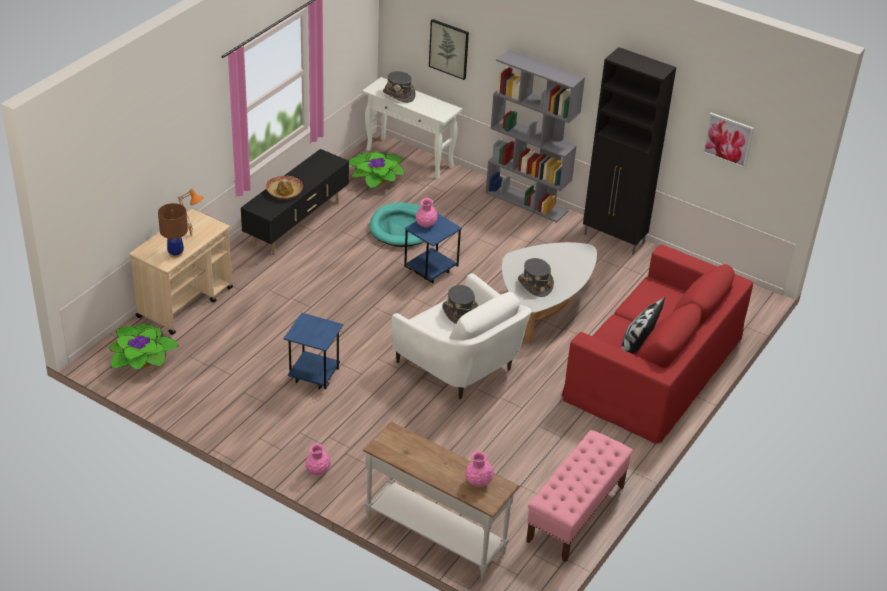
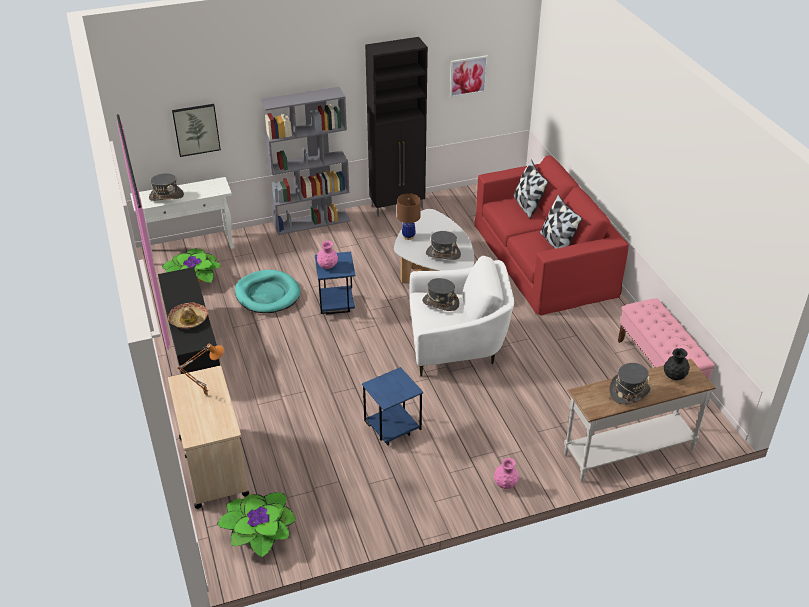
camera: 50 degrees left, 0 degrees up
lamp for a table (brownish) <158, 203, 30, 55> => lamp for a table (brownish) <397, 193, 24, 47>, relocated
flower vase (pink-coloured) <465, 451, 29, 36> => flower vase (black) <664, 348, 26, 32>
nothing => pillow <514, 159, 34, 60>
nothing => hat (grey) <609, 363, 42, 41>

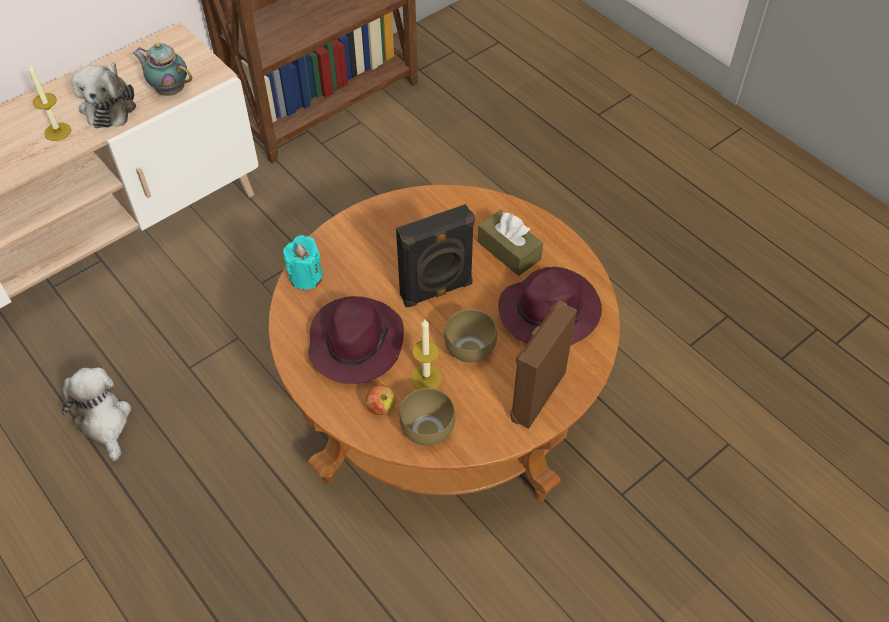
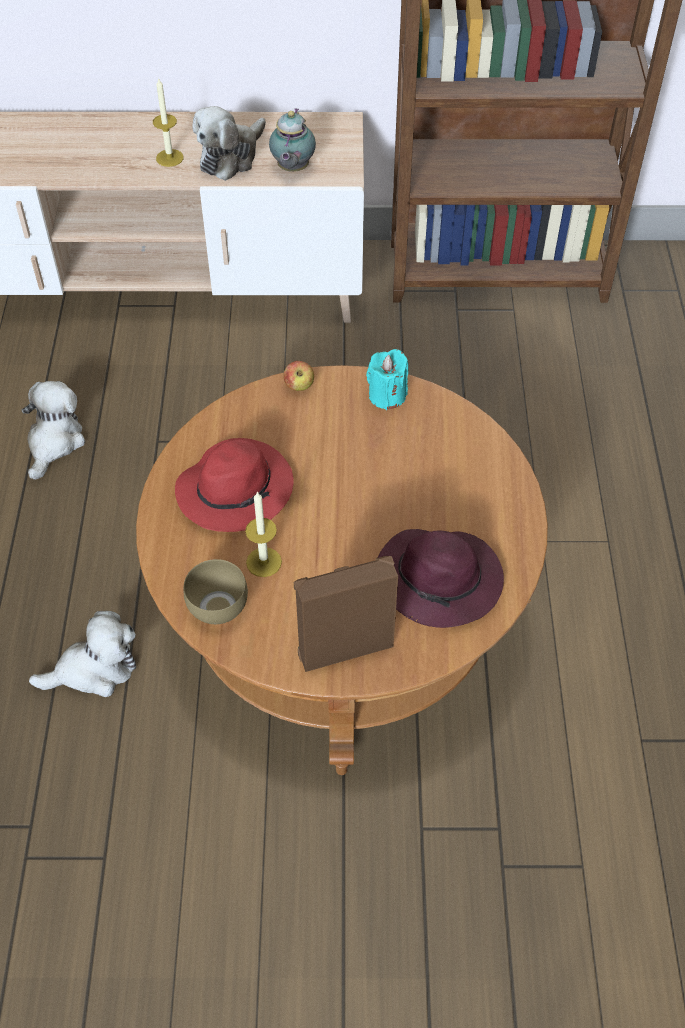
camera: 40 degrees right, 0 degrees up
pot for tea <133, 42, 59, 54> => pot for tea <269, 109, 47, 63>, 150 degrees counterclockwise
wax candle (blue-green) <283, 235, 40, 55> => wax candle (blue-green) <366, 349, 42, 61>, relocated
hat (purple-coloured) <308, 296, 96, 88> => hat (reddish) <175, 438, 119, 94>
apple <365, 385, 31, 30> => apple <283, 361, 31, 30>, relocated
speaker (black) <396, 204, 79, 104> => nothing
deep dish (brownish) <444, 309, 53, 54> => nothing
box of tissues (brownish) <478, 210, 65, 66> => nothing
nothing => soft toy <29, 611, 107, 86>

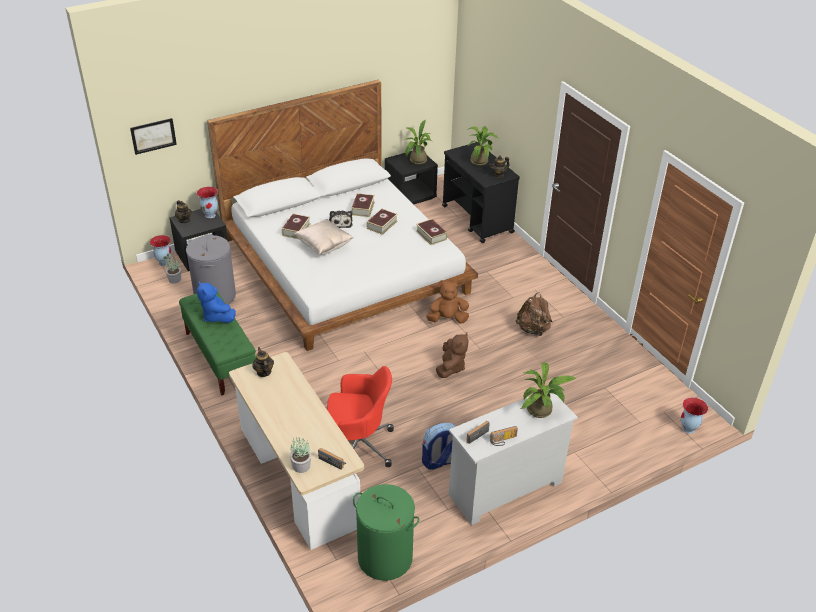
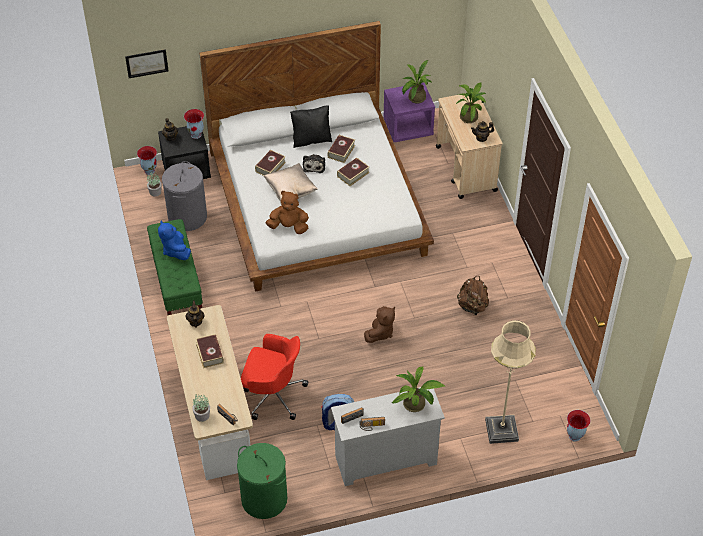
camera: 15 degrees right, 10 degrees up
nightstand (black) <385, 151, 53, 53> => nightstand (purple-coloured) <383, 82, 52, 60>
book <416, 219, 31, 26> => book <195, 334, 29, 34>, relocated
soft toy (brownish) <426, 280, 43, 44> => soft toy (brownish) <266, 191, 43, 43>, relocated
cart (black) <442, 142, 78, 101> => cart (sand-coloured) <436, 93, 67, 106>
nothing => pillow (black) <290, 105, 42, 43>
nothing => standing lamp (sand-coloured) <485, 320, 51, 124>

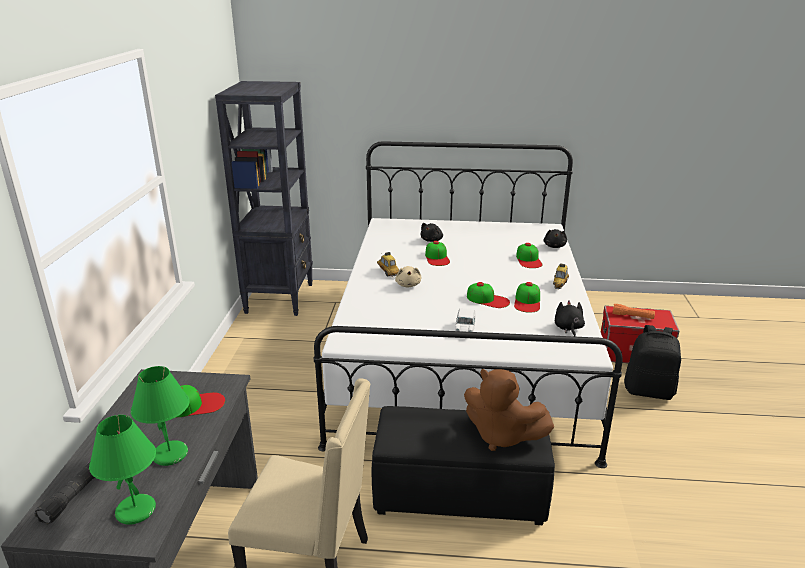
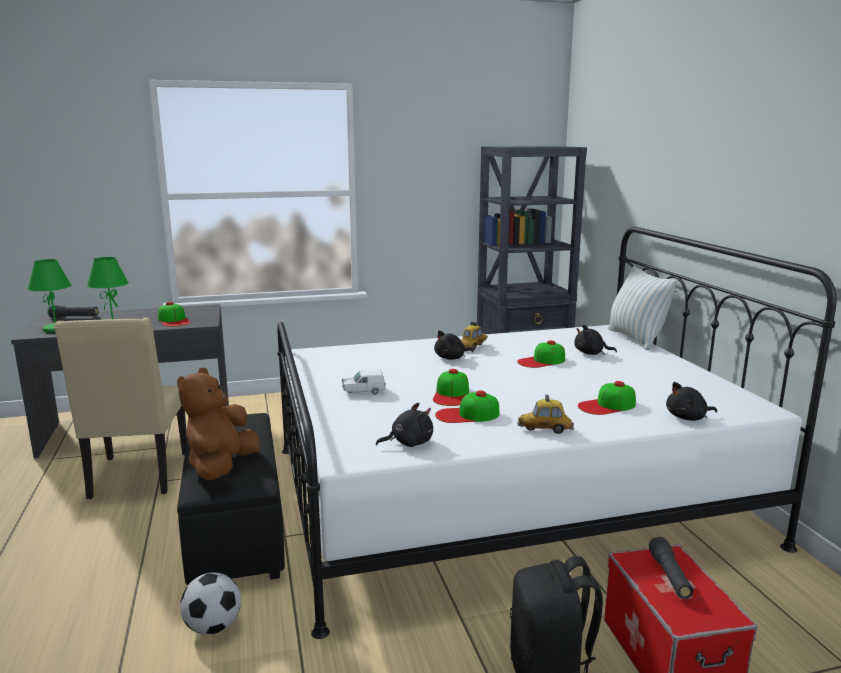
camera: 70 degrees right, 10 degrees down
soft toy (sand-coloured) <395, 266, 27, 22> => soft toy (black) <434, 331, 39, 29>
torch (orangey) <613, 304, 42, 15> => torch (black) <649, 537, 45, 62>
nothing => football ball <180, 572, 61, 63>
nothing => pillow <608, 266, 69, 84>

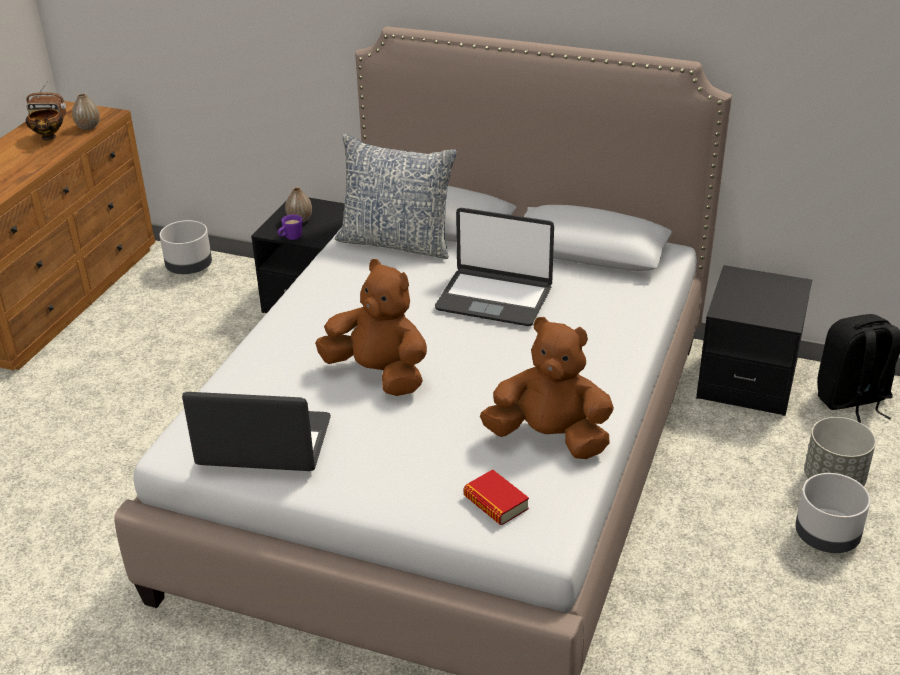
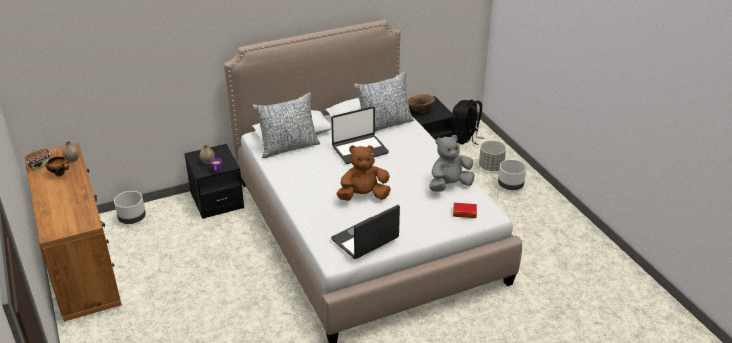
camera: 45 degrees left, 0 degrees up
soft toy (brownish) <480, 317, 134, 142> => soft toy (grey) <430, 135, 44, 57>
nothing => pillow <354, 71, 60, 61>
nothing => flower vase (brownish) <408, 94, 27, 20>

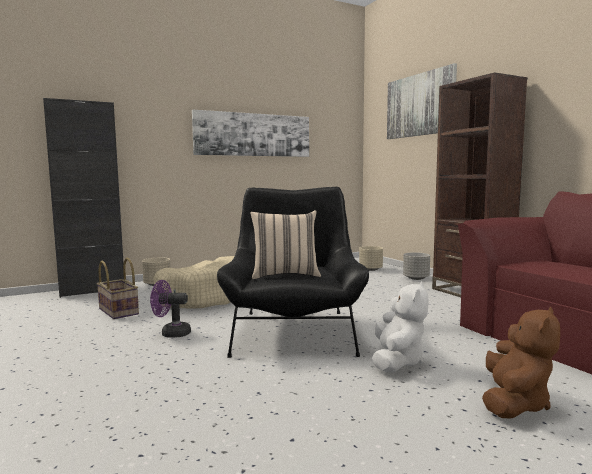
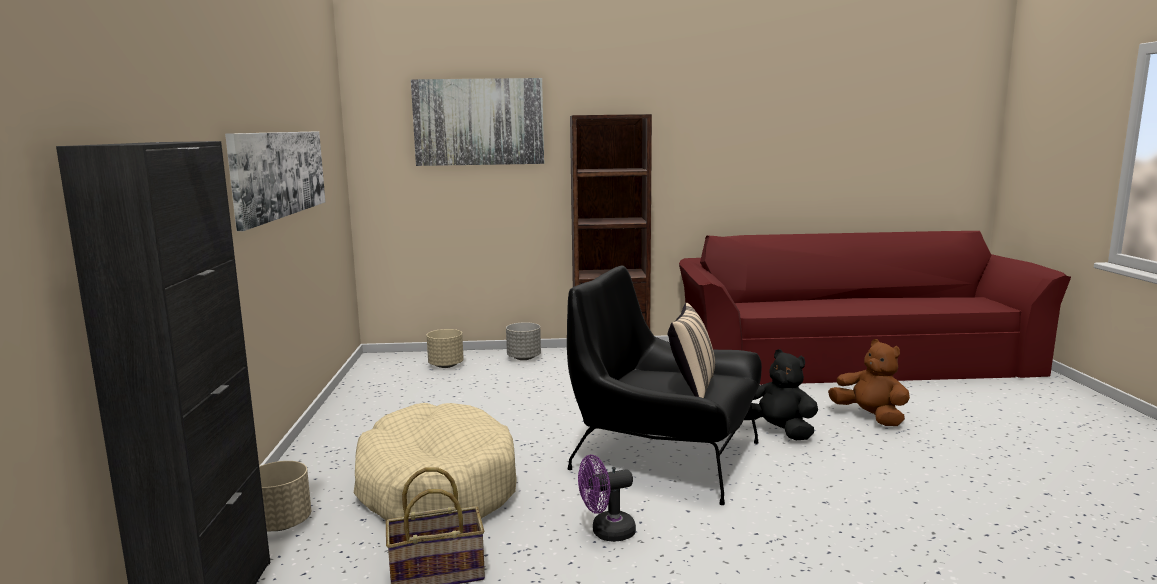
camera: 65 degrees left, 5 degrees up
cooling fan (purple-coloured) <150, 280, 41, 58> => cooling fan (purple-coloured) <578, 455, 58, 87>, 45 degrees clockwise
soft toy (whitish) <372, 281, 56, 92> => soft toy (black) <744, 349, 74, 91>

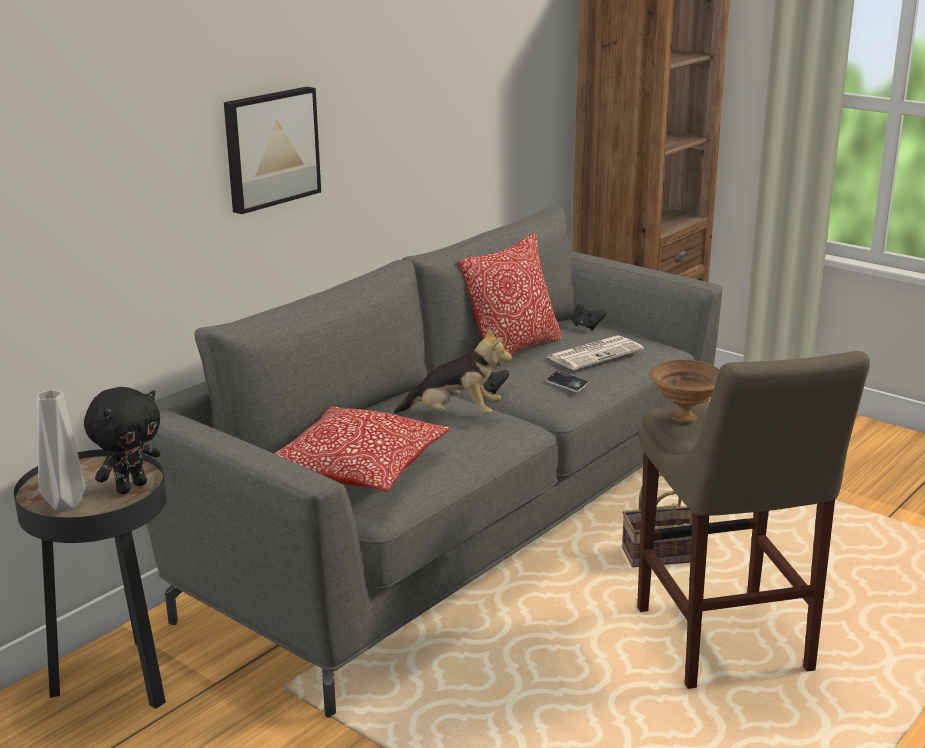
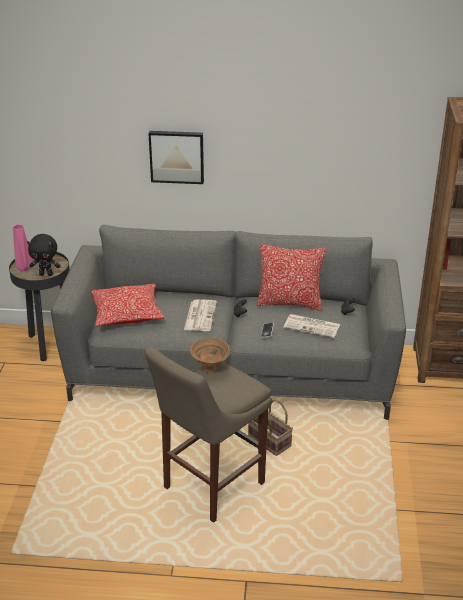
camera: 55 degrees right, 10 degrees up
flower vase (grey) <36, 390, 49, 120> => flower vase (pink-coloured) <13, 225, 20, 47>
soft toy <394, 327, 118, 87> => printed paper <184, 299, 33, 32>

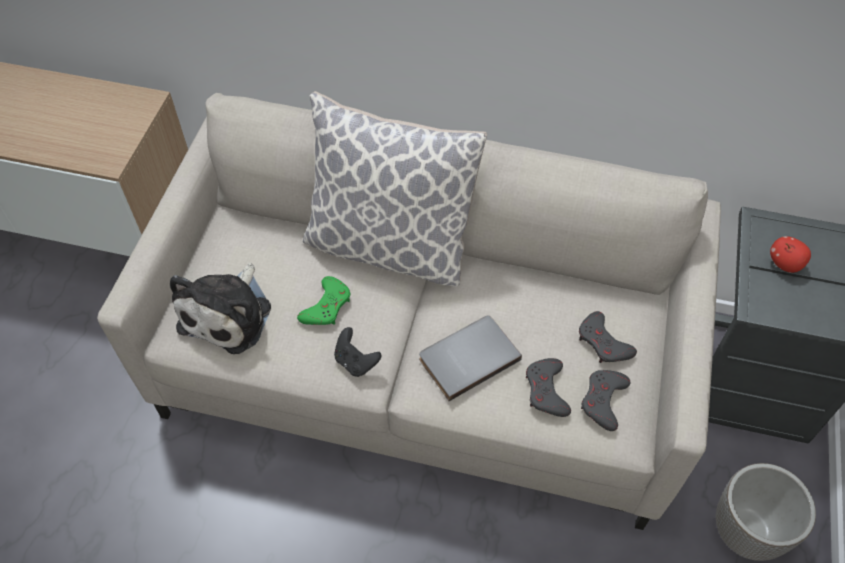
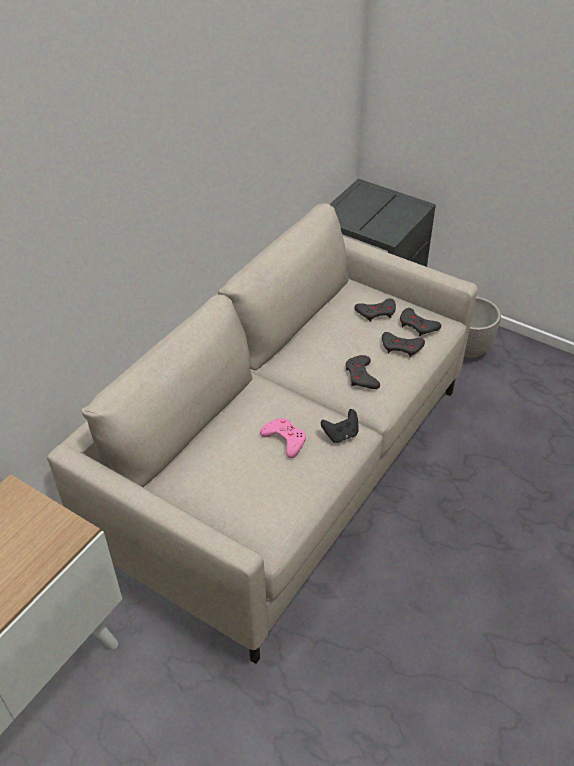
camera: 70 degrees left, 10 degrees down
soft toy <170, 263, 101, 91> => nothing
gamepad (green-coloured) <297, 276, 53, 49> => gamepad (pink-coloured) <260, 418, 46, 40>
pillow <303, 91, 184, 196> => nothing
book (grey) <419, 316, 103, 85> => gamepad (grey) <346, 355, 34, 34>
apple <770, 236, 41, 37> => nothing

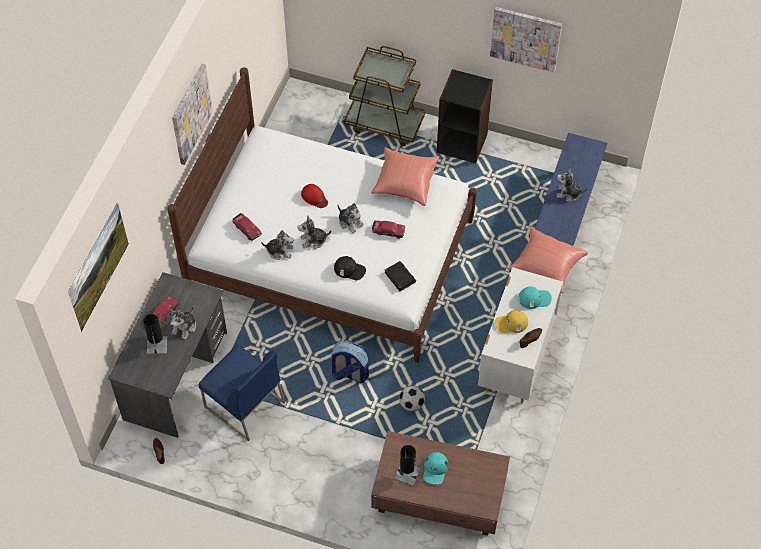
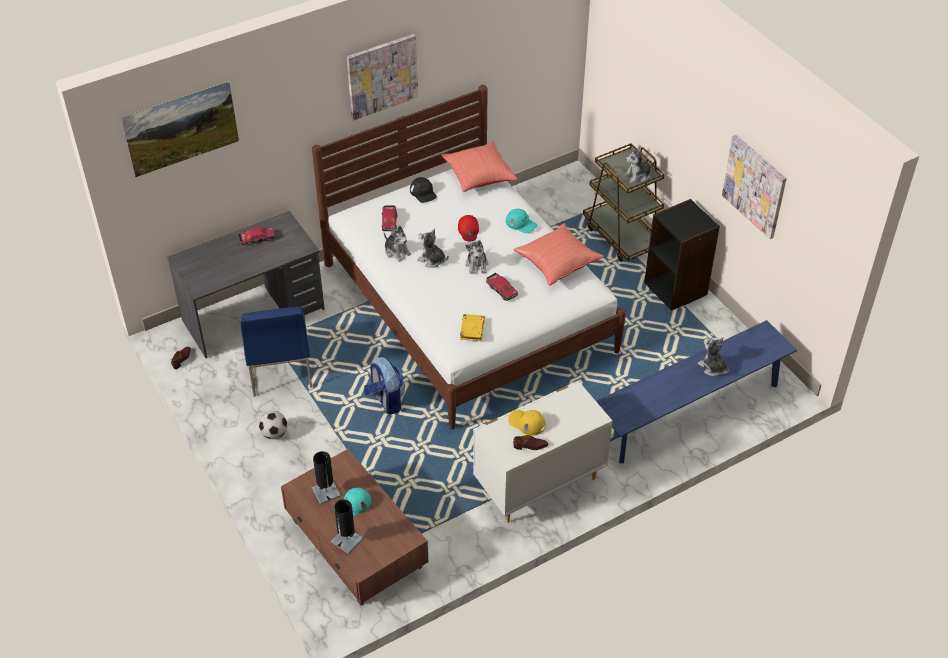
camera: 40 degrees right, 10 degrees down
lamp for a table (black) <143, 314, 24, 40> => lamp for a table (black) <331, 499, 32, 54>, relocated
soft toy <169, 306, 27, 34> => soft toy <624, 147, 31, 36>, relocated
cap (black) <334, 256, 32, 24> => cap (black) <410, 177, 27, 26>, relocated
book (black) <384, 261, 32, 30> => book (yellow) <460, 314, 25, 27>
football ball <399, 385, 26, 26> => football ball <259, 411, 28, 28>, relocated
pillow (reddish) <507, 227, 81, 66> => pillow (reddish) <441, 141, 76, 51>, relocated
cap (blue-green) <518, 286, 34, 23> => cap (blue-green) <506, 209, 31, 25>, relocated

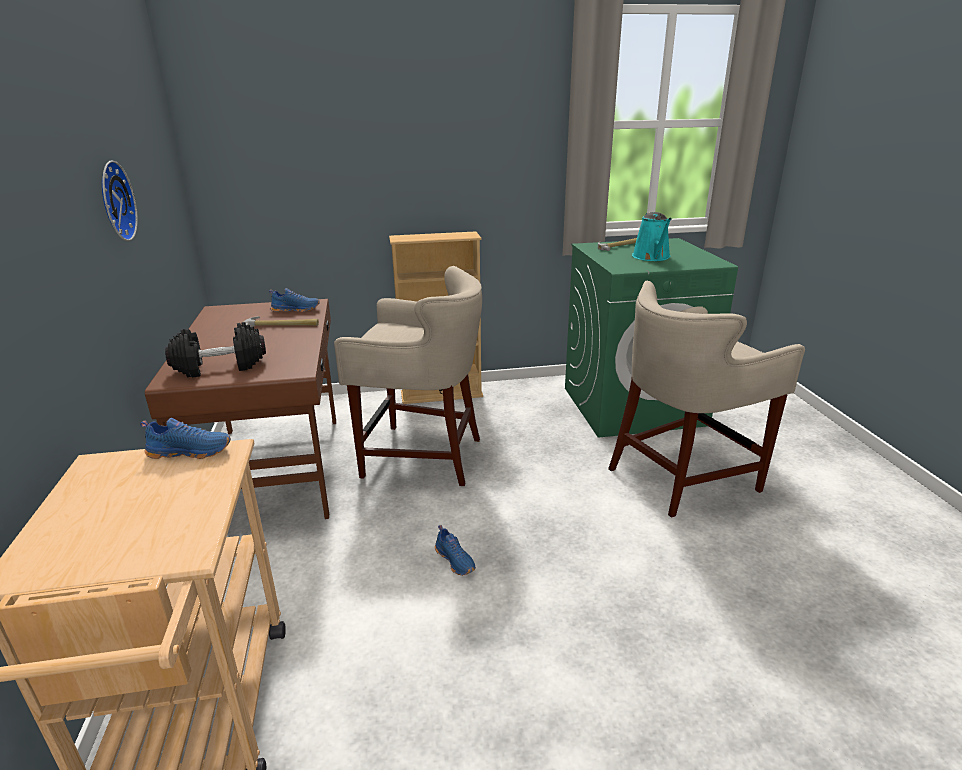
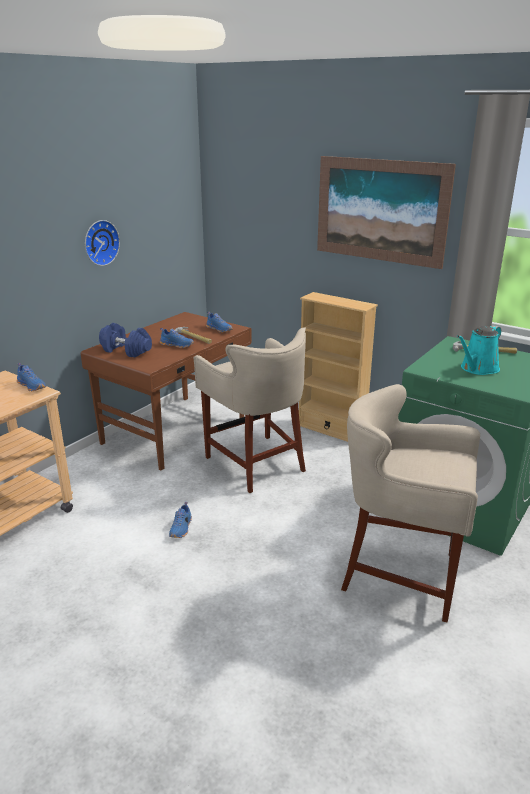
camera: 45 degrees right, 0 degrees up
hand weight (black) <165, 322, 101, 56> => hand weight (blue-coloured) <99, 323, 53, 34>
nothing => low shoe (blue-coloured) <160, 328, 34, 20>
nothing => wall art <317, 156, 139, 113>

